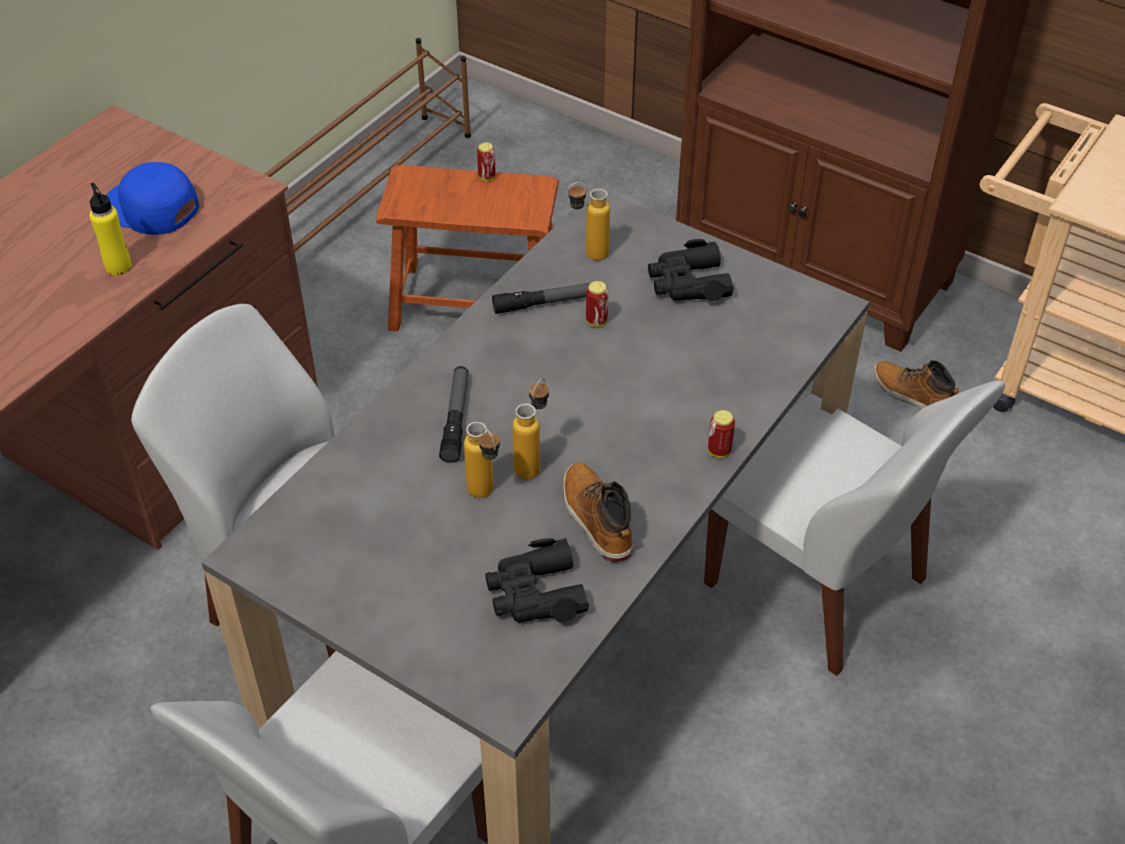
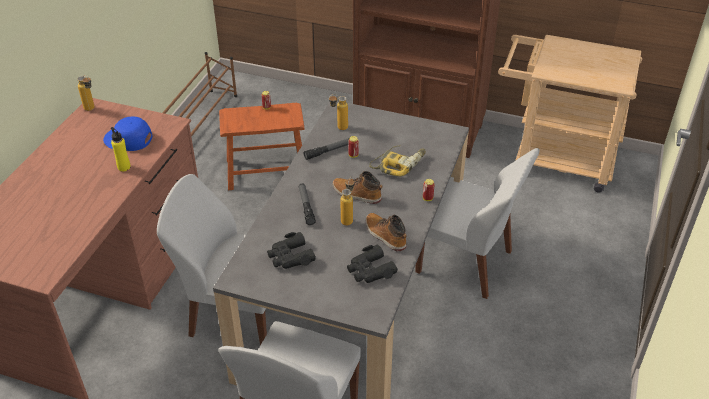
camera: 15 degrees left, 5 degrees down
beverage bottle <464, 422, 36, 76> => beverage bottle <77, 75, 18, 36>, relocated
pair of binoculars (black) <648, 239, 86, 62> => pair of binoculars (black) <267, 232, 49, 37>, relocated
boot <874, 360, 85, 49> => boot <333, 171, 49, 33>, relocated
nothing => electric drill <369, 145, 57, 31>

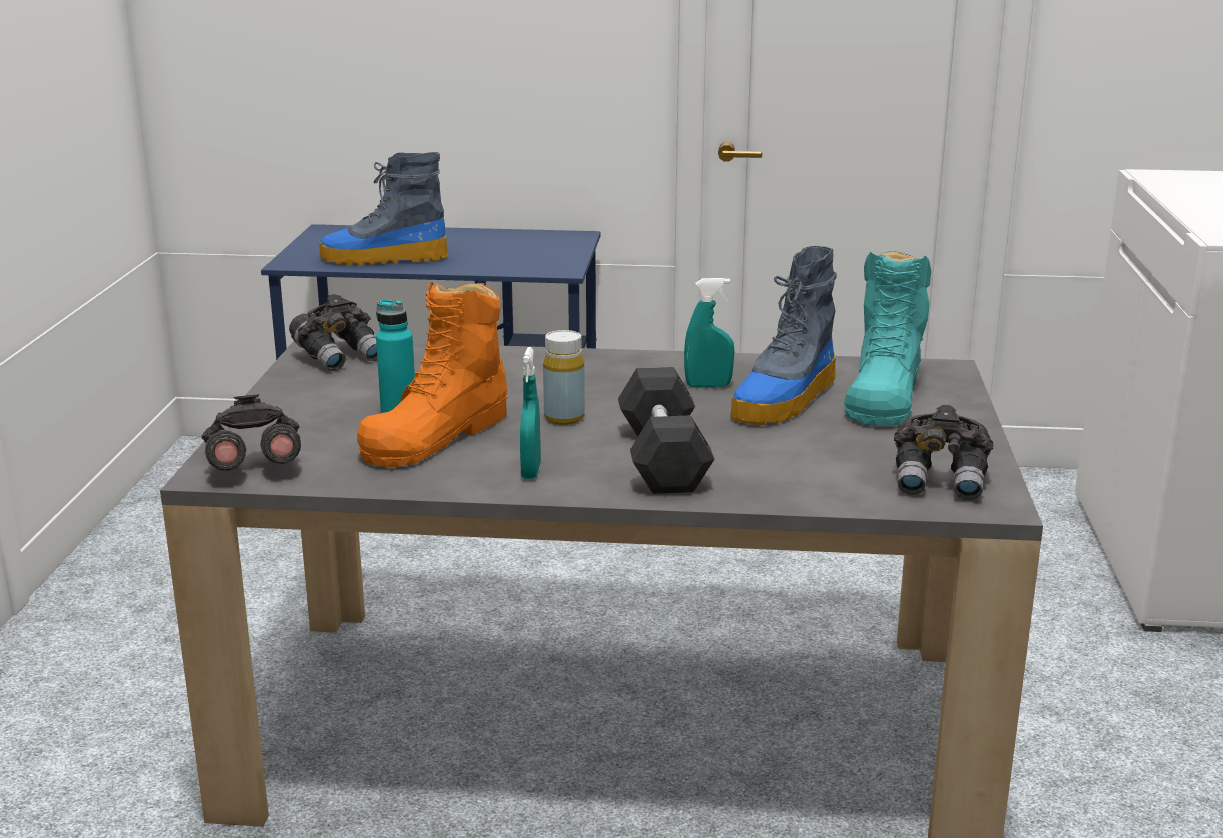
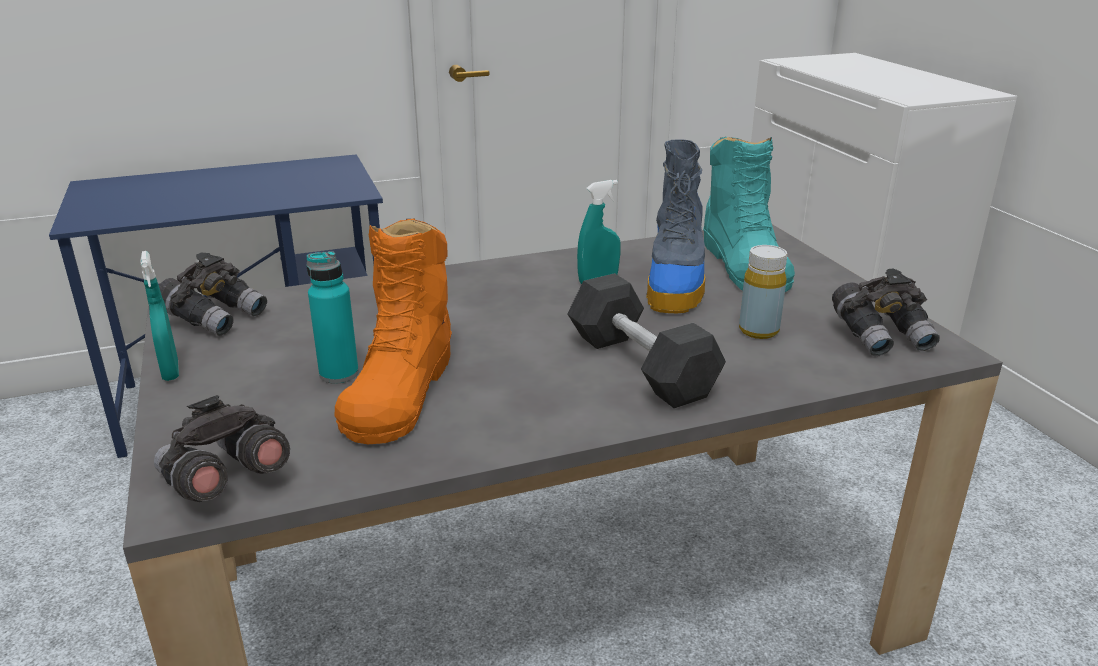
camera: 25 degrees left, 5 degrees up
boot <319, 152, 129, 114> => nothing
sprayer (blue-green) <520, 347, 21, 132> => sprayer (blue-green) <140, 251, 39, 130>, relocated
beverage bottle (yellow) <543, 330, 42, 95> => beverage bottle (yellow) <739, 245, 48, 94>, relocated

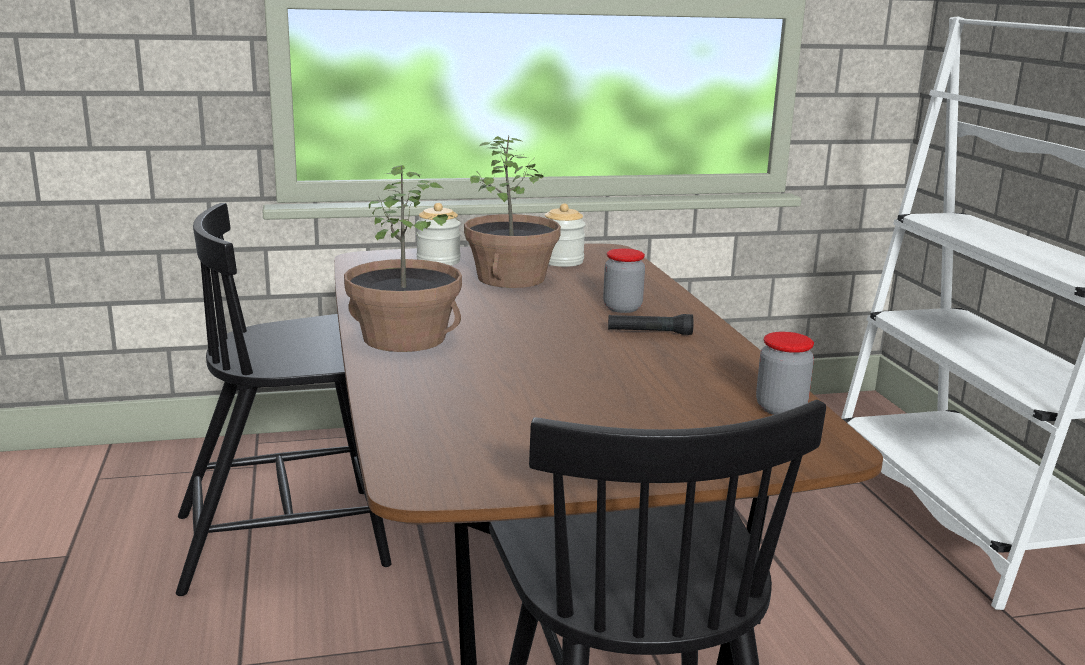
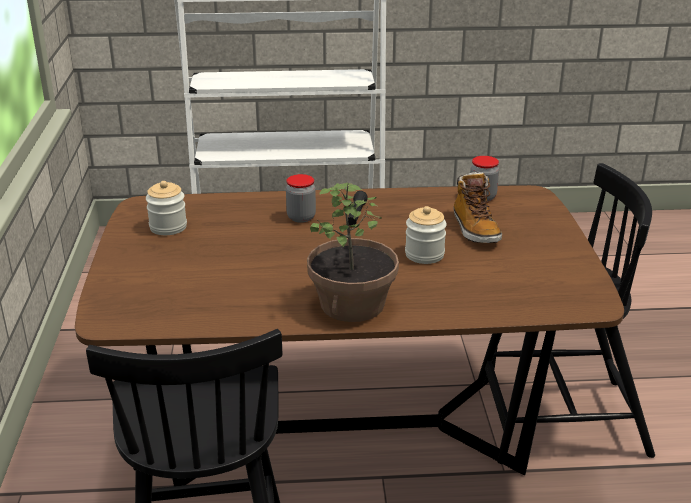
camera: 80 degrees left, 10 degrees up
preserve jar <416, 203, 45, 63> => preserve jar <405, 206, 42, 58>, relocated
potted plant <464, 136, 97, 152> => nothing
nothing => boot <453, 172, 49, 71>

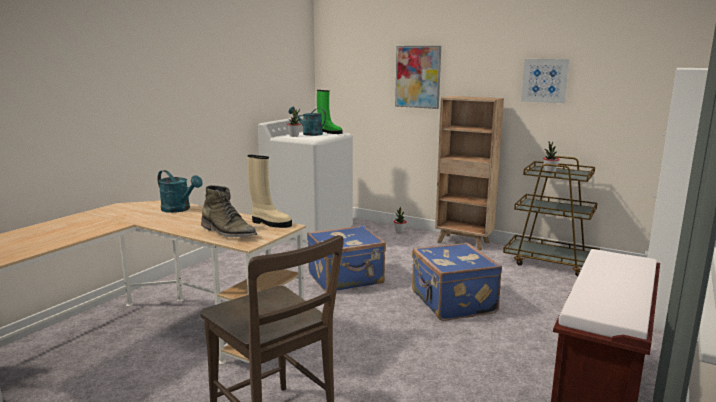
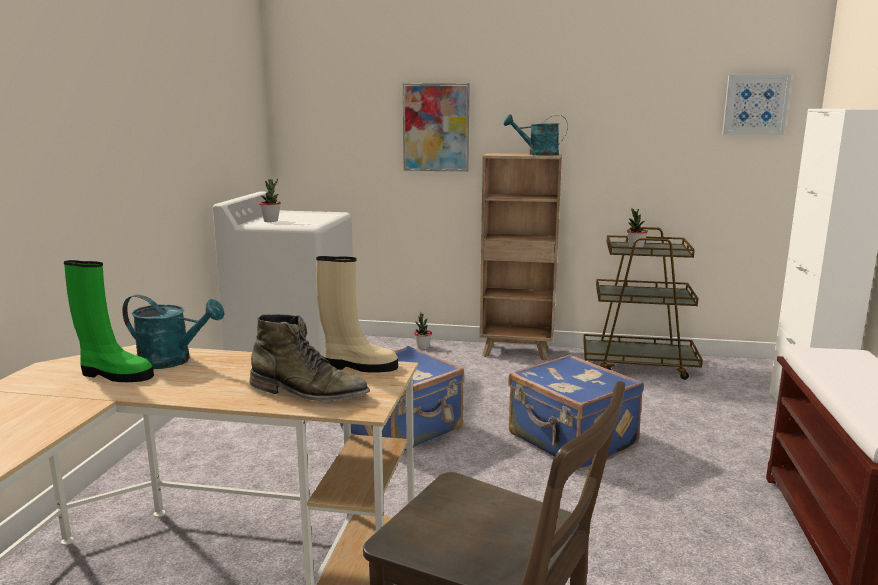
camera: 20 degrees left, 0 degrees up
watering pot (blue-green) <289, 106, 37, 30> => watering pot (blue-green) <504, 114, 64, 42>, relocated
boot (green-coloured) <317, 90, 25, 44> => boot (green-coloured) <64, 260, 90, 122>, relocated
wall art <521, 59, 48, 44> => wall art <722, 74, 70, 61>, relocated

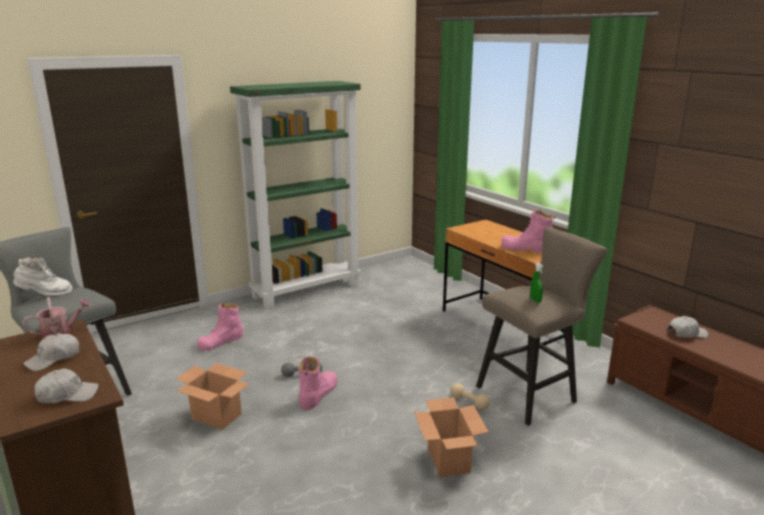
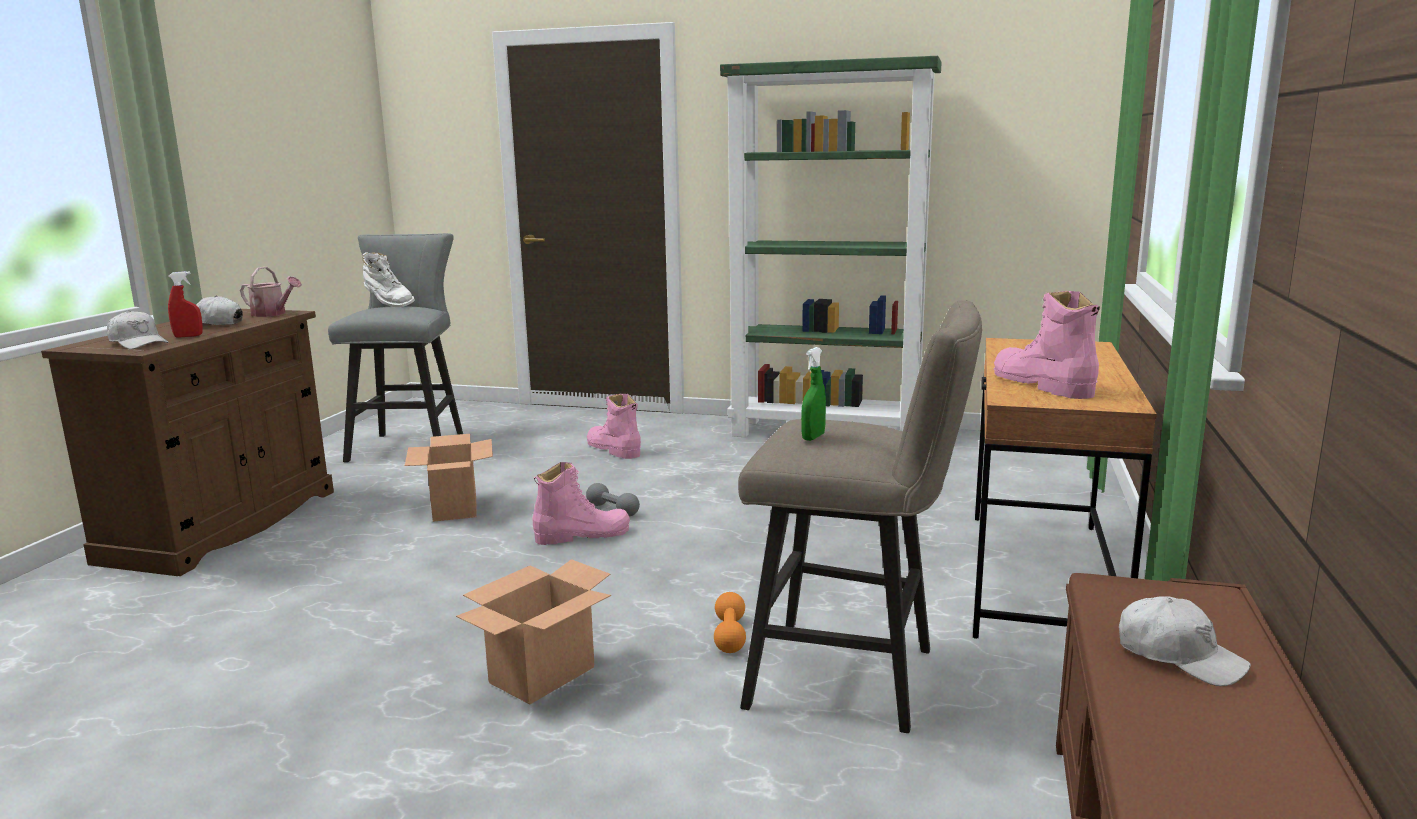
camera: 50 degrees right, 5 degrees down
boot (pink-coloured) <197, 303, 46, 48> => boot (pink-coloured) <587, 394, 54, 65>, 45 degrees clockwise
hand weight (sand-coloured) <450, 383, 40, 27> => hand weight (orangey) <714, 592, 32, 61>
nothing => sprayer (reddish) <168, 271, 35, 67>

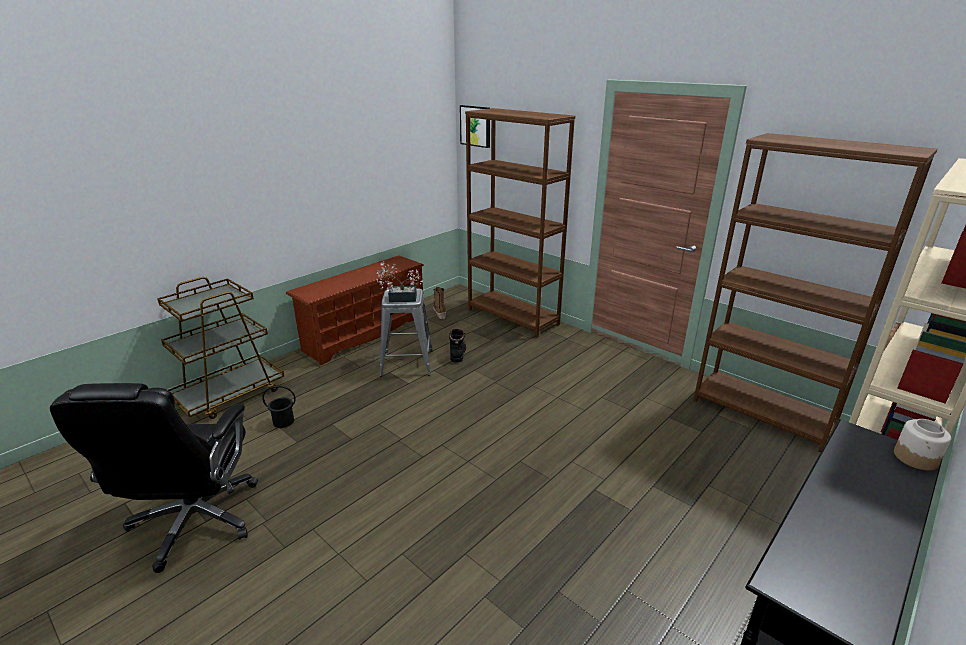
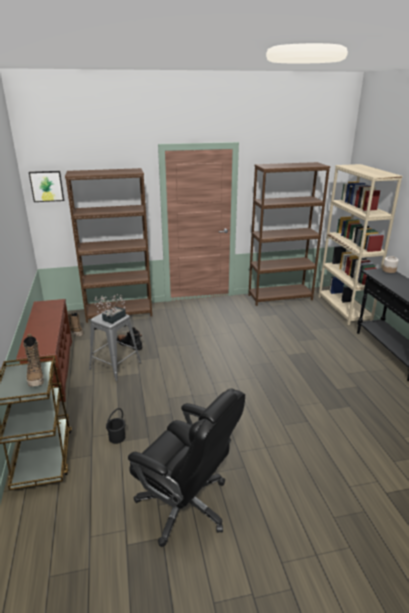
camera: 55 degrees left, 0 degrees up
nothing => boot <23, 334, 21, 53>

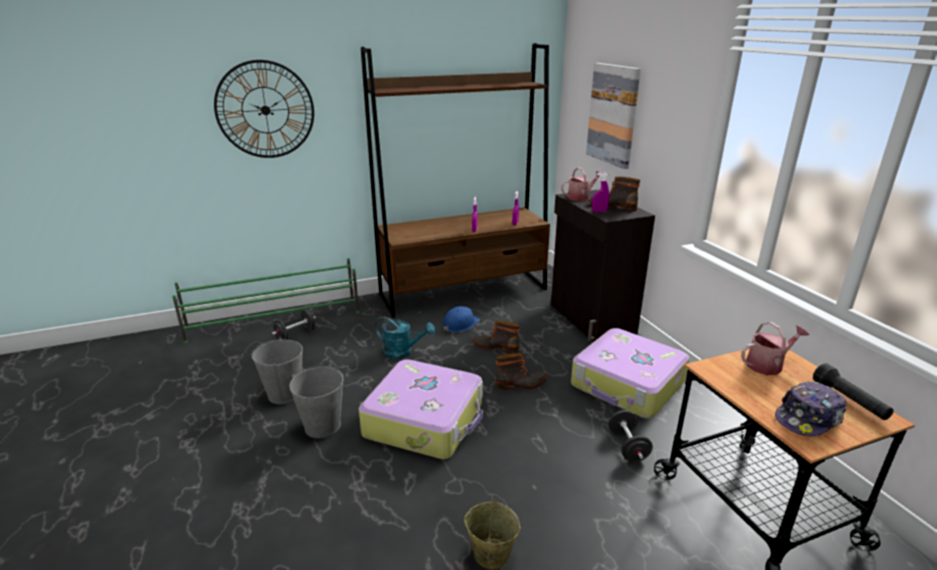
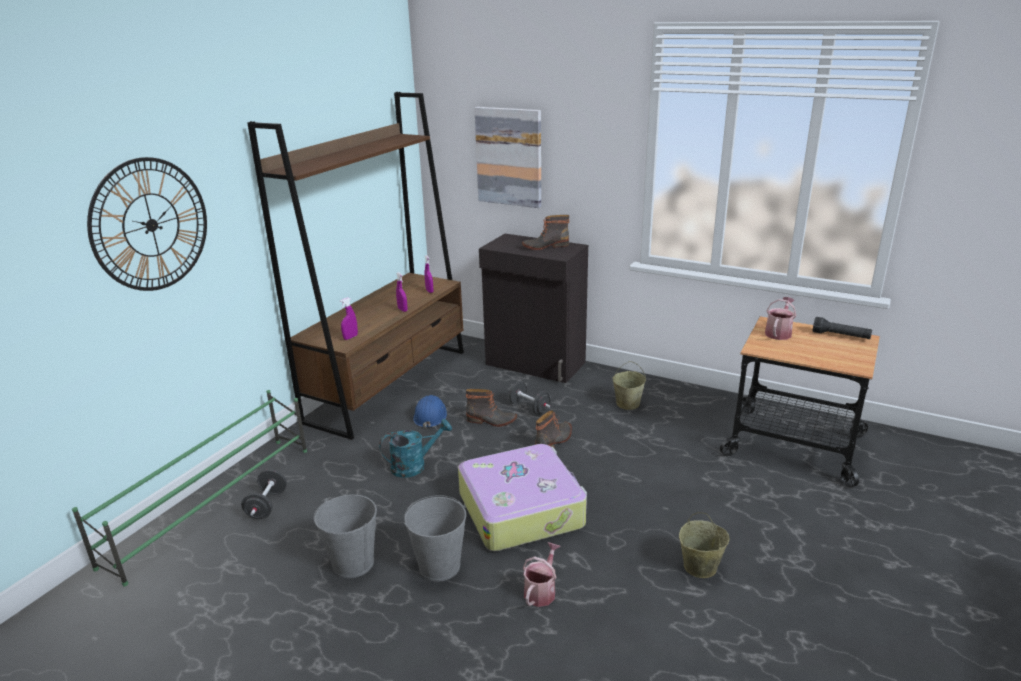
camera: 40 degrees left, 0 degrees up
boot <473, 321, 46, 33> => boot <466, 389, 51, 38>, 150 degrees counterclockwise
watering pot <561, 167, 39, 34> => watering pot <523, 542, 38, 65>, relocated
travel case <571, 328, 119, 90> => water bucket (sand-coloured) <613, 361, 33, 49>
sprayer (purple-coloured) <592, 173, 17, 39> => sprayer (purple-coloured) <340, 297, 18, 43>, relocated
hand weight (black) <608, 410, 45, 52> => hand weight (black) <509, 381, 42, 34>, relocated
cap <775, 382, 72, 54> => nothing

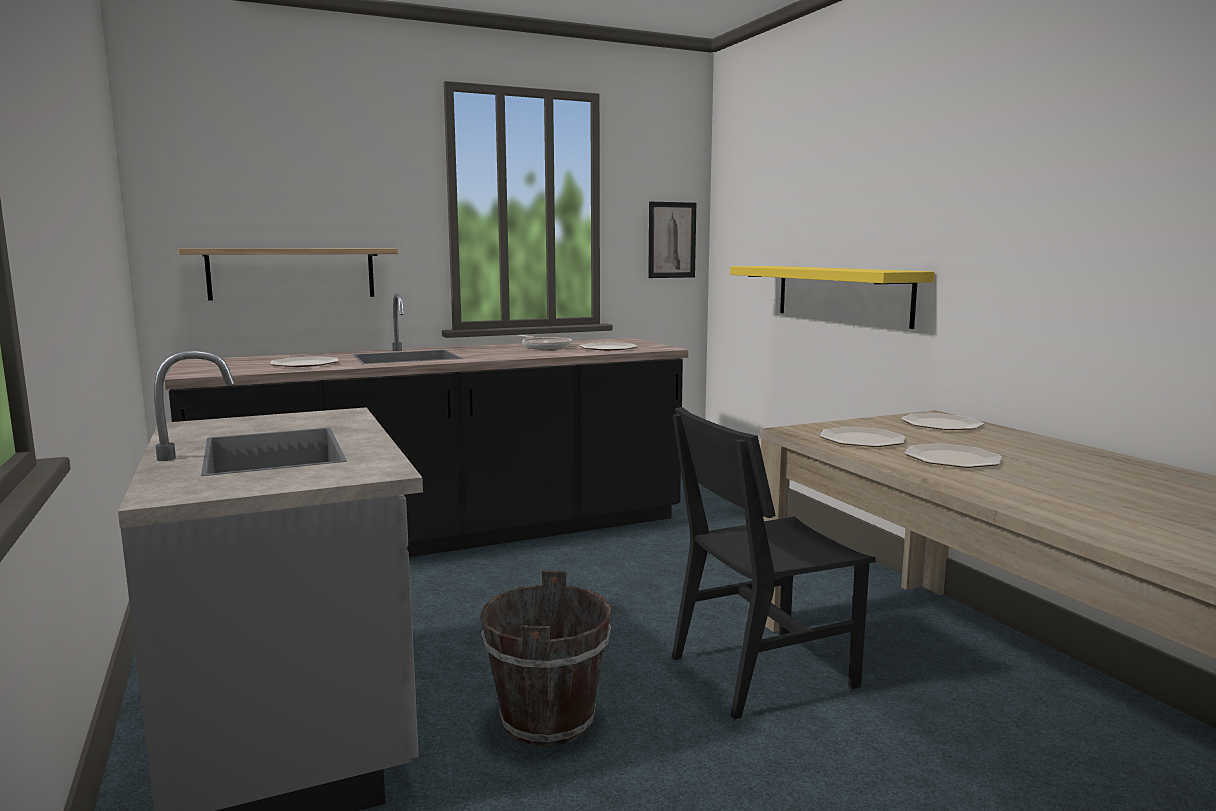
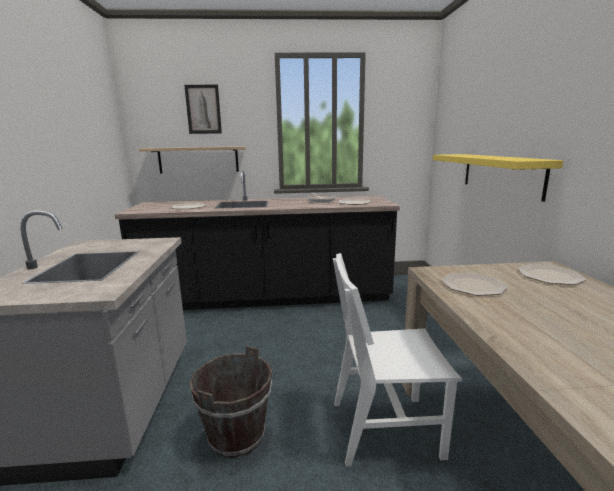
camera: 20 degrees right, 5 degrees up
wall art <648, 202, 48, 76> => wall art <184, 85, 38, 49>, relocated
plain chair (black) <672, 407, 204, 313> => plain chair (whitish) <333, 253, 129, 213>
dinner plate <904, 443, 98, 25> => nothing

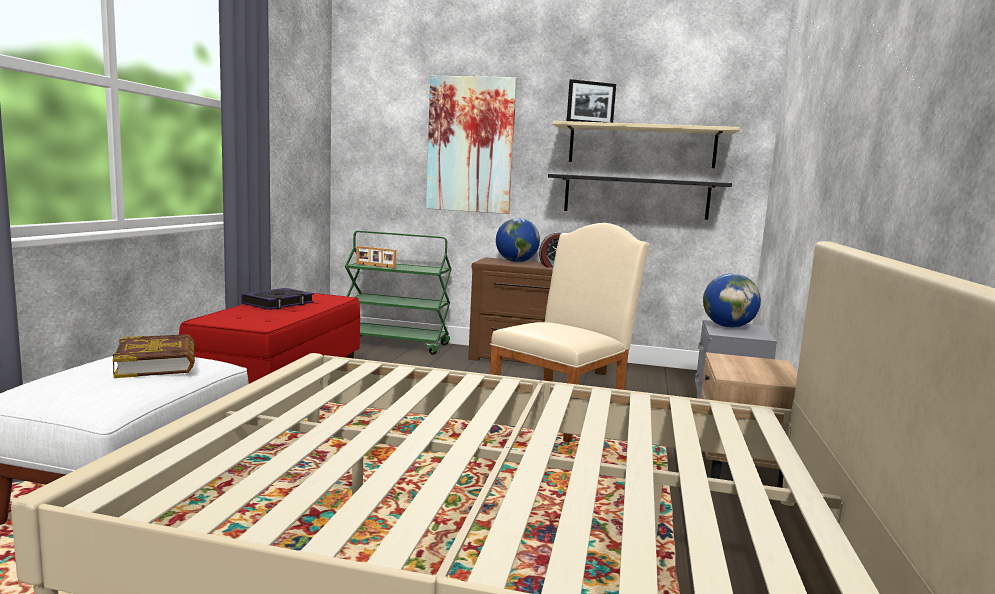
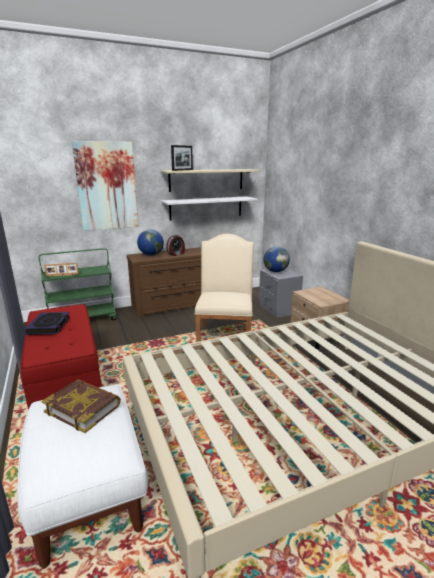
camera: 35 degrees left, 10 degrees up
wall shelf (black) <548, 174, 184, 46> => wall shelf (whitish) <161, 196, 97, 25>

